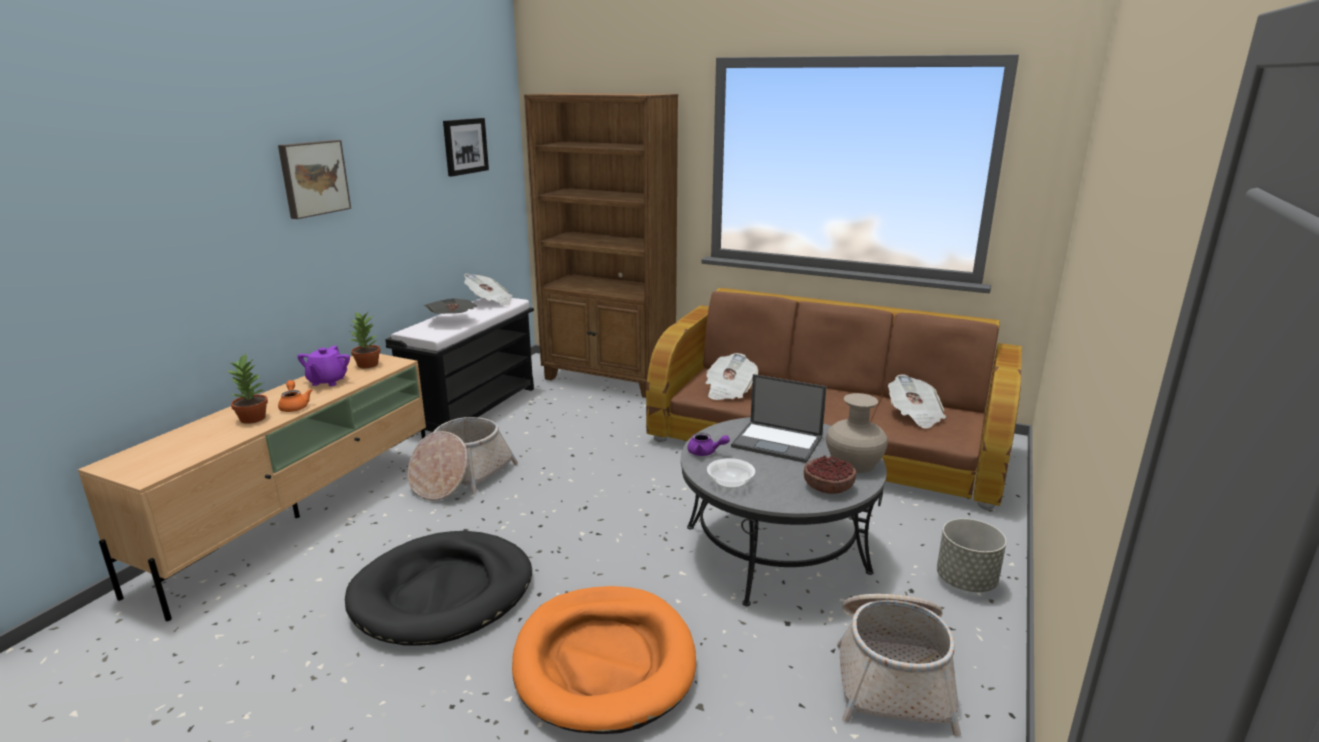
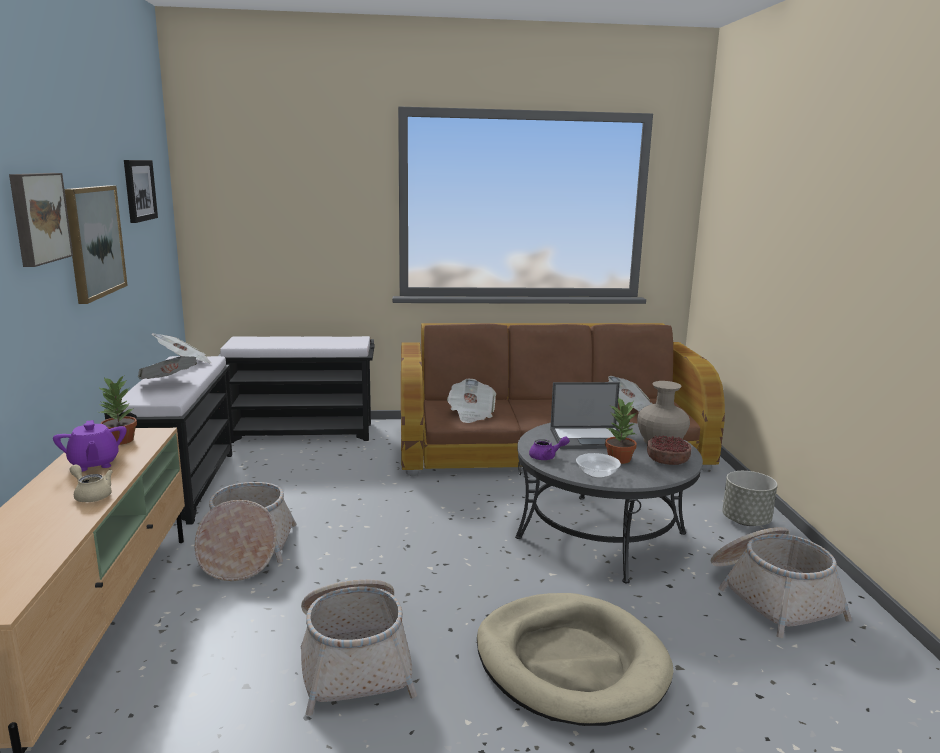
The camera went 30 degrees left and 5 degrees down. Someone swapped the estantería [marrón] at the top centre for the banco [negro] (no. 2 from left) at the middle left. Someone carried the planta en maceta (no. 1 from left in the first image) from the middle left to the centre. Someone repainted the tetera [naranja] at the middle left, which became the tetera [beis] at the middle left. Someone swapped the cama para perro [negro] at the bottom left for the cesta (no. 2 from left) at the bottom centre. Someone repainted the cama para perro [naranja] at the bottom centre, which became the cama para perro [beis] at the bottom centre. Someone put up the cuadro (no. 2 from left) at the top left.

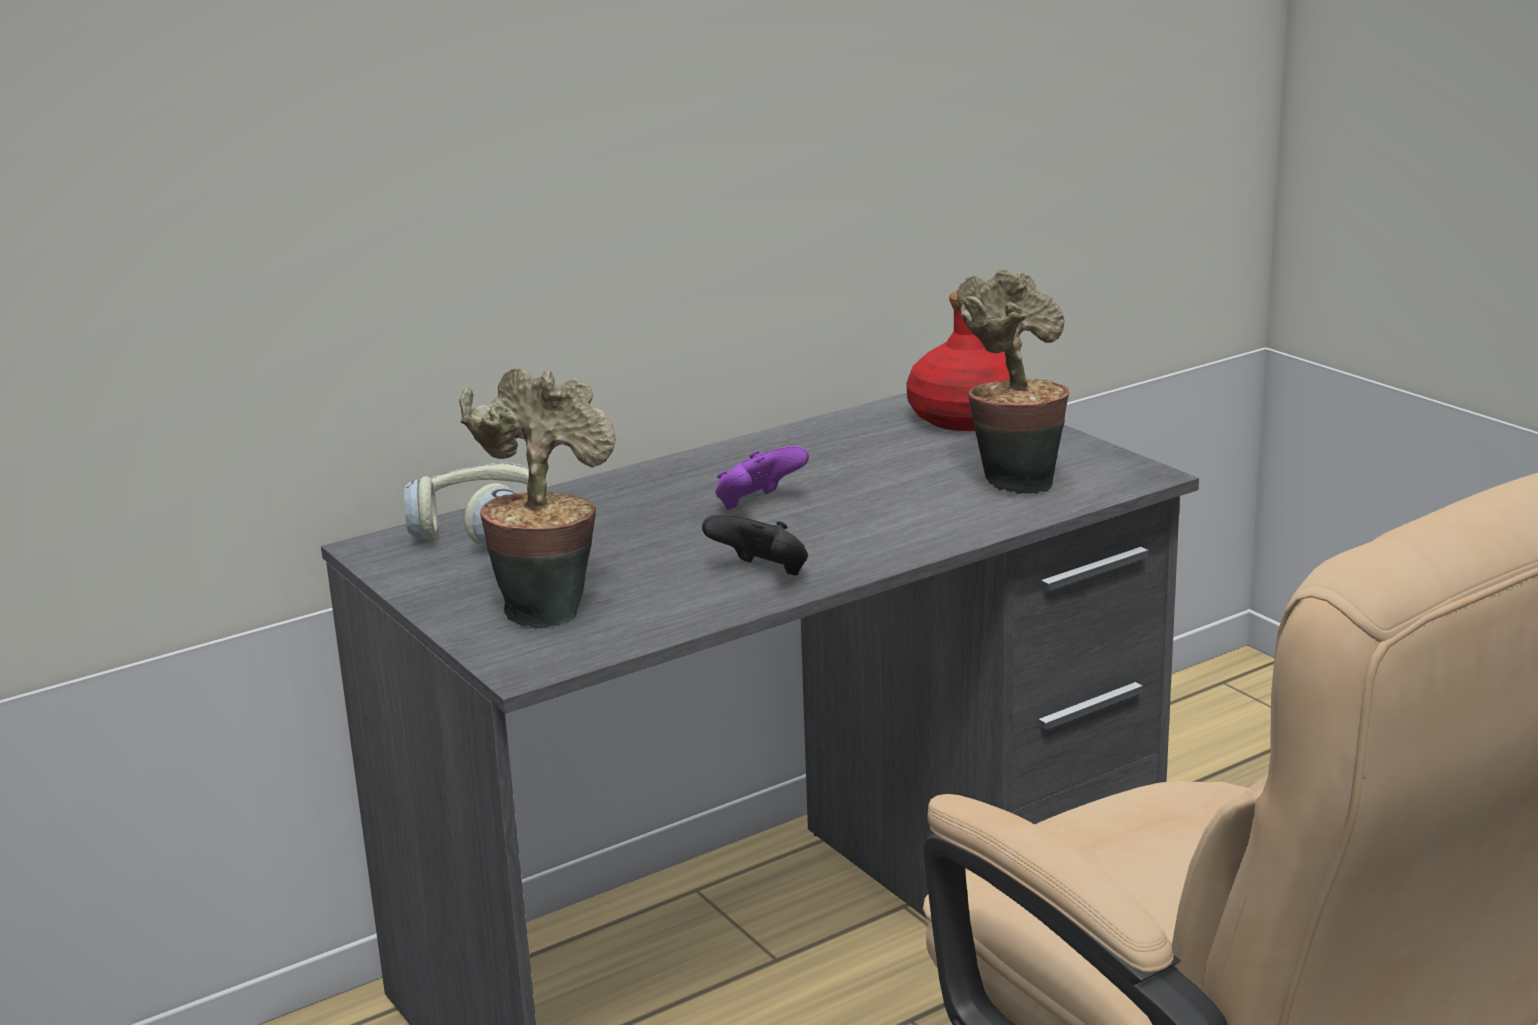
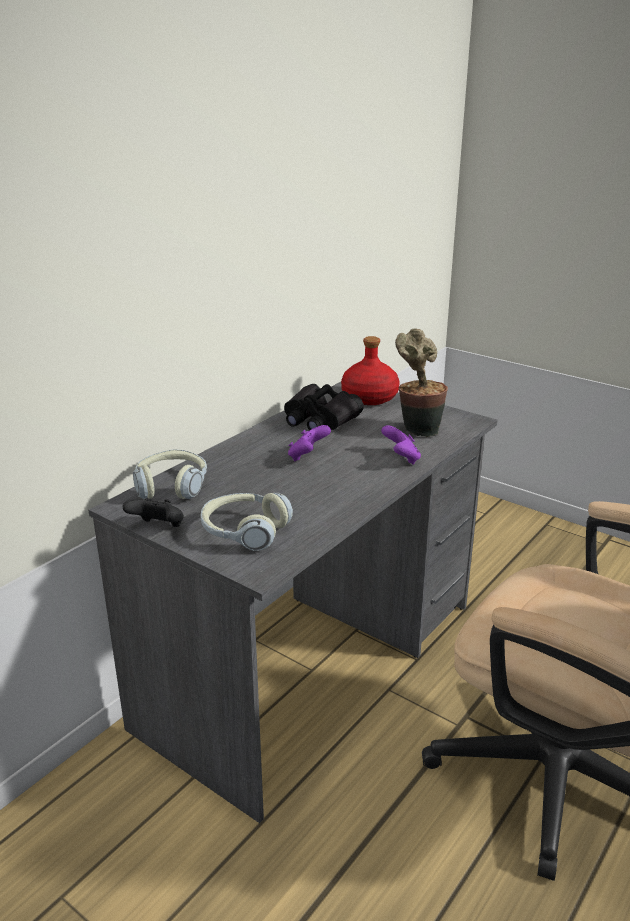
The camera went 20 degrees left and 5 degrees up. Someone swapped the planta en maceta (no. 1 from left) at the centre for the auriculares (no. 2 from left) at the centre. Someone carried the mando de consola [negro] from the centre to the middle left. Someone put down the prismáticos [negro] at the centre. Someone put down the mando de consola [morado] (no. 2 from left) at the centre.

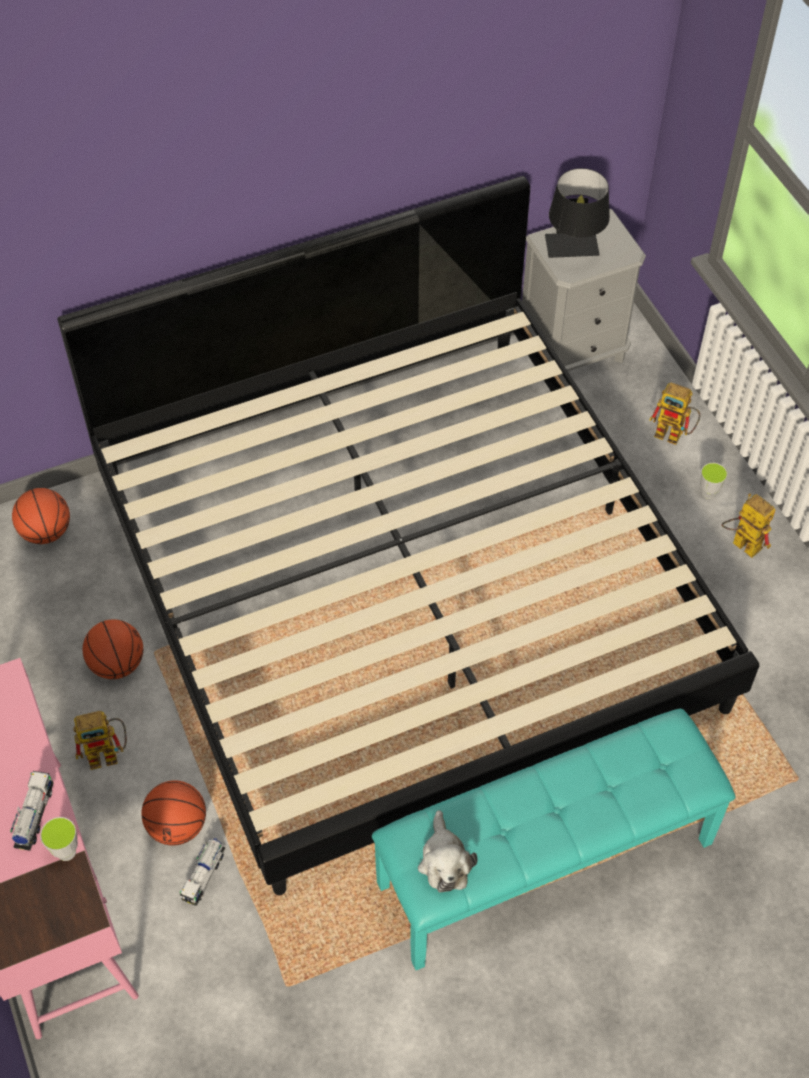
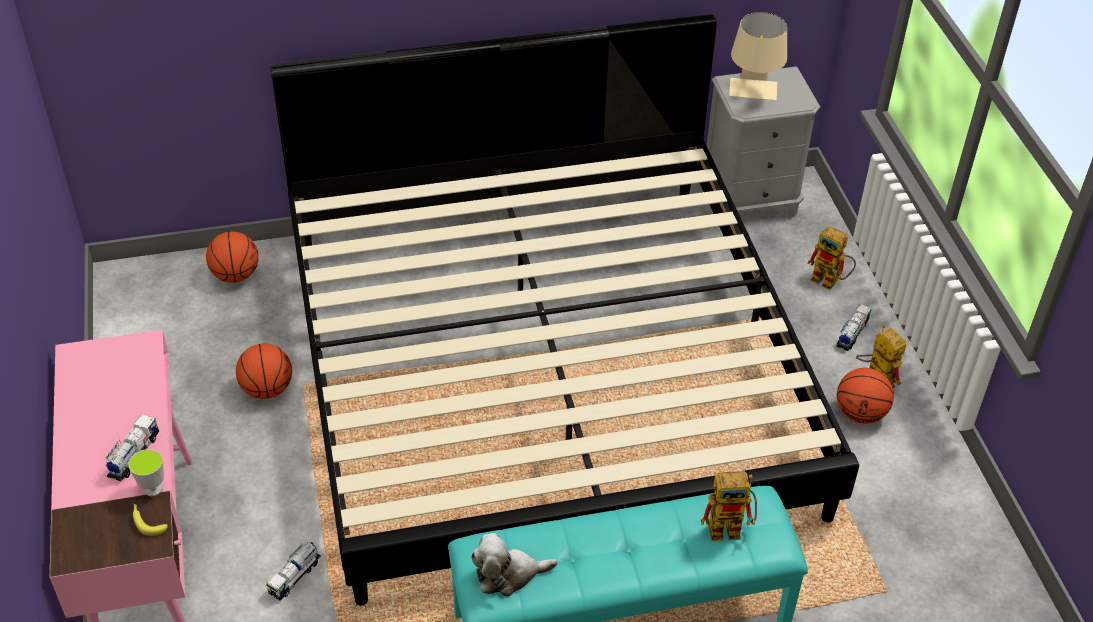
The camera went 10 degrees right and 10 degrees down. Someone repainted the lámpara de mesa [negro] at the top right, which became the lámpara de mesa [beis] at the top right. Someone swapped the taza (no. 2 from left) at the middle right for the camión de juguete (no. 3 from left) at the middle right. Someone carried the robot de juguete (no. 1 from left) from the bottom left to the bottom right. Someone carried the balón de baloncesto (no. 3 from left) from the bottom left to the middle right. Someone rotated the peluche at the bottom centre by 75 degrees clockwise. Someone put down the plátano at the bottom left.

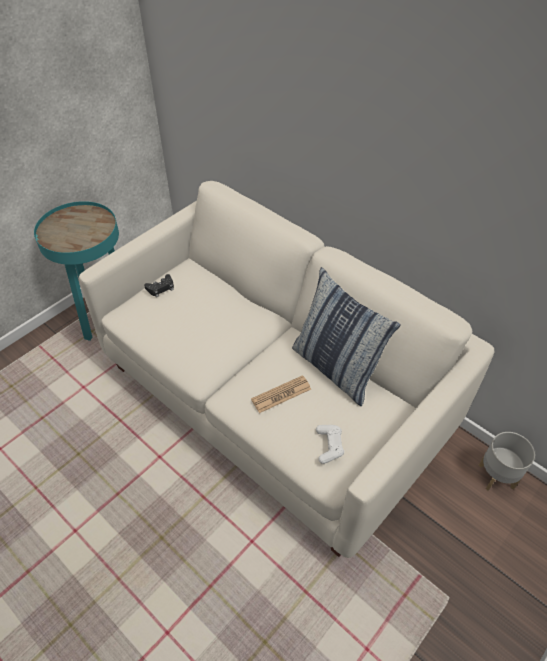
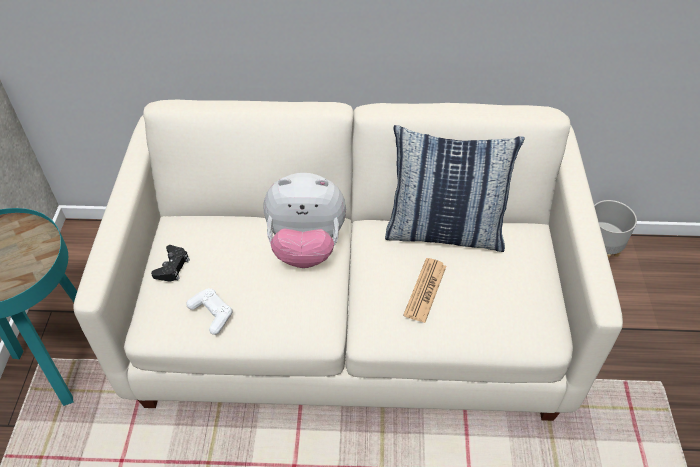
The camera went 40 degrees left and 0 degrees up. Someone carried the mando de consola [blanco] from the bottom centre to the middle left. Someone put down the peluche at the centre.

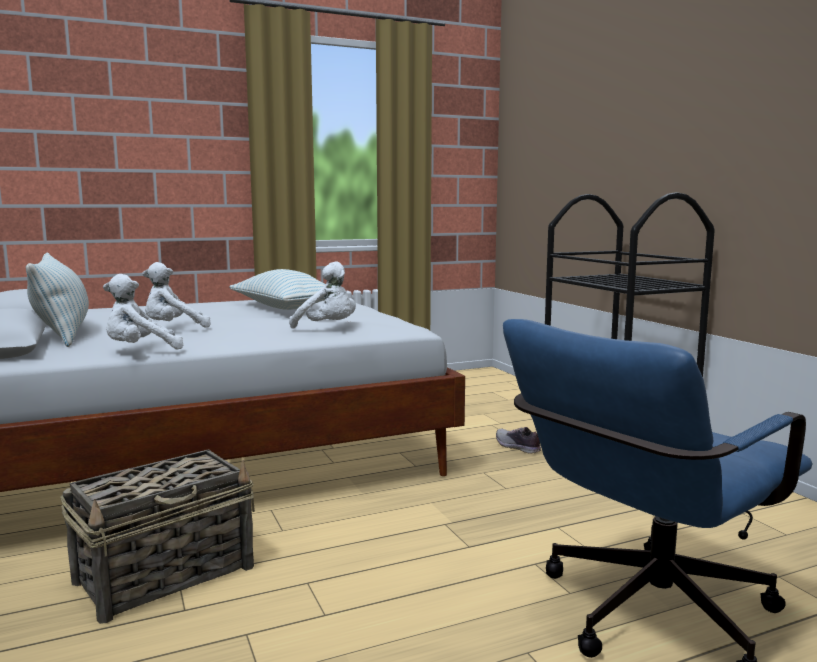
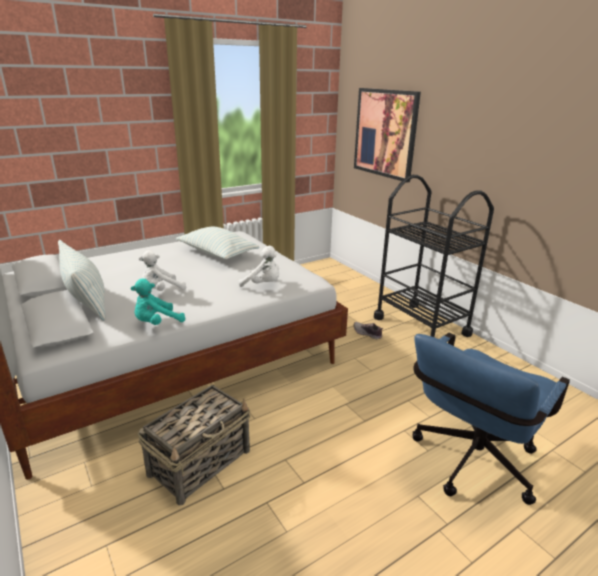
The camera went 10 degrees left and 15 degrees up. Someone repainted the peluche [blanco] (no. 1 from left) at the middle left, which became the peluche [turquesa] at the middle left. Someone put up the cuadro at the top centre.

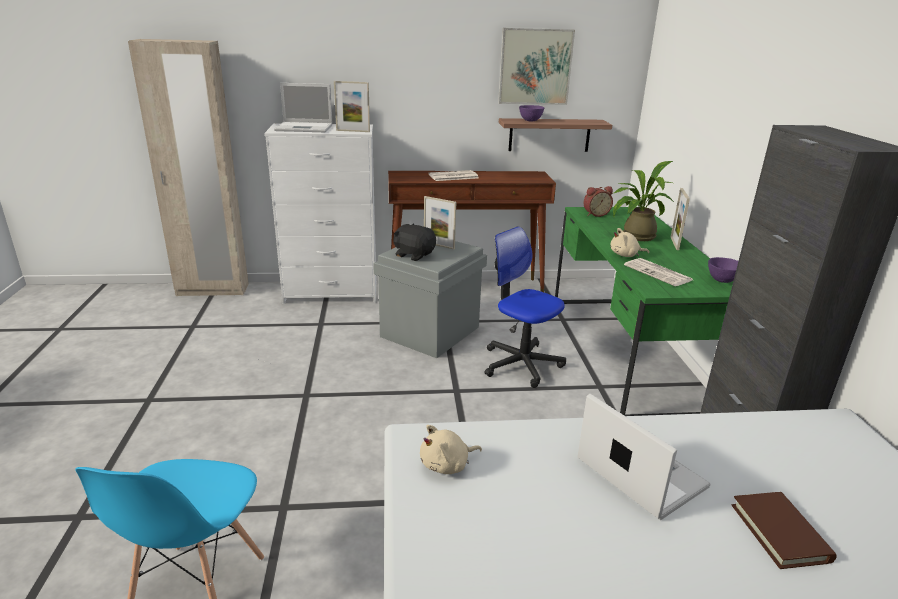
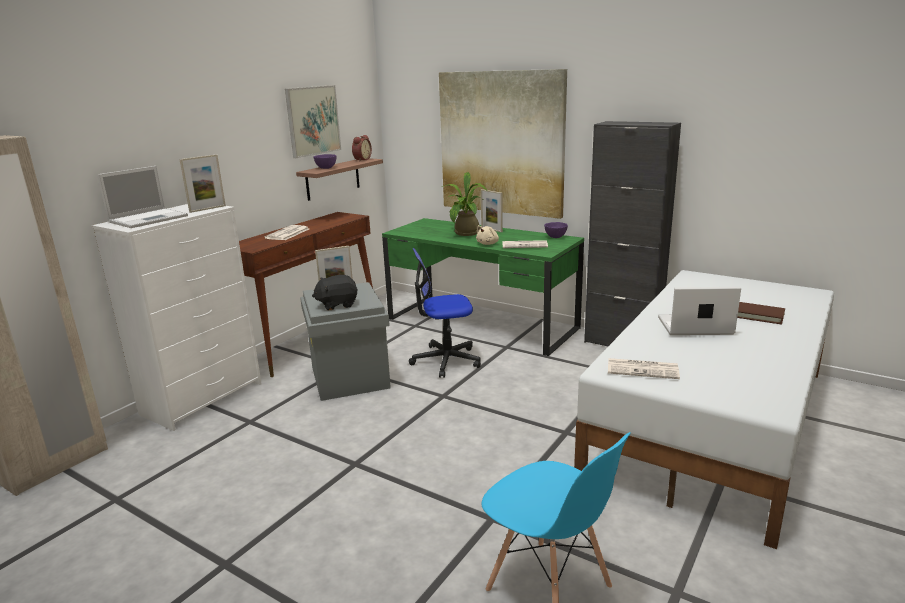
The camera went 50 degrees left and 5 degrees down. Someone carried the despertador from the centre to the top centre. Someone swapped the peluche [beis] (no. 1 from left) at the bottom centre for the periódico (no. 3 from left) at the middle right. Someone put up the cuadro (no. 2 from left) at the top centre.

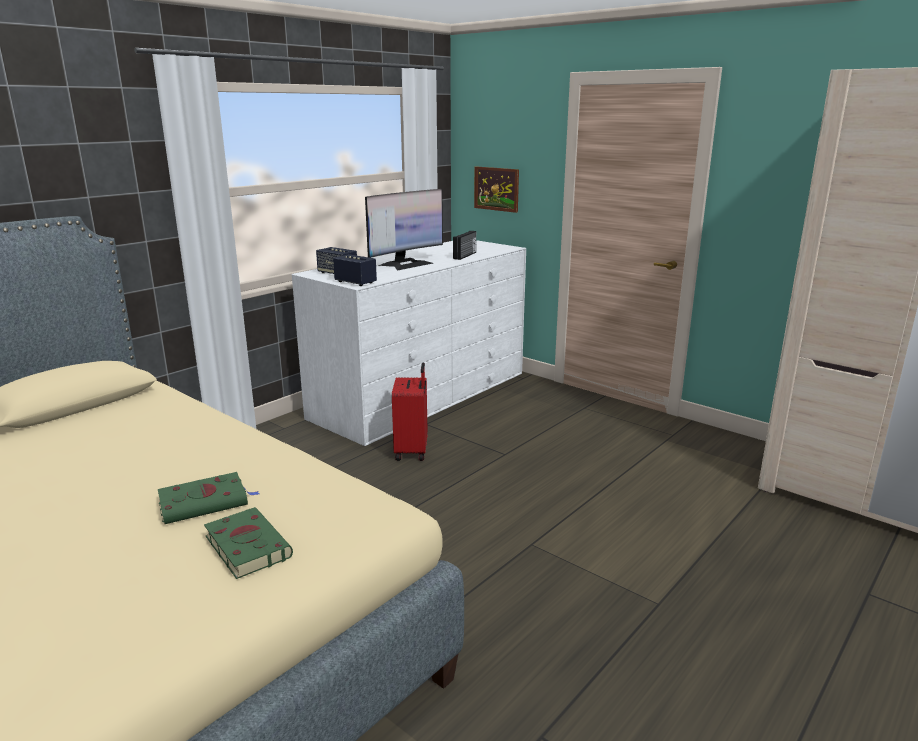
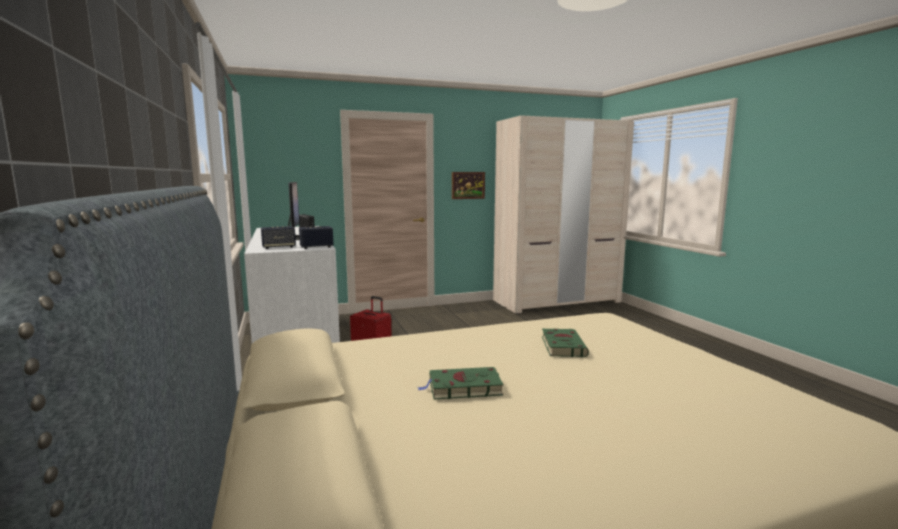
The camera went 60 degrees left and 10 degrees down. Someone carried the cuadro from the top centre to the centre. Someone carried the libro [verde] (no. 2 from left in the first image) from the bottom left to the bottom centre.

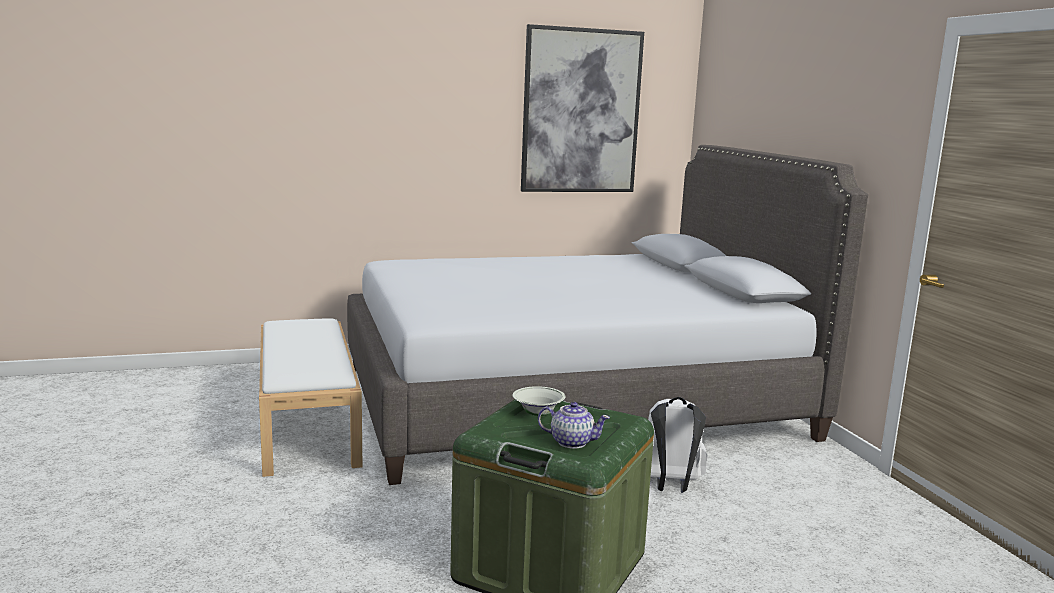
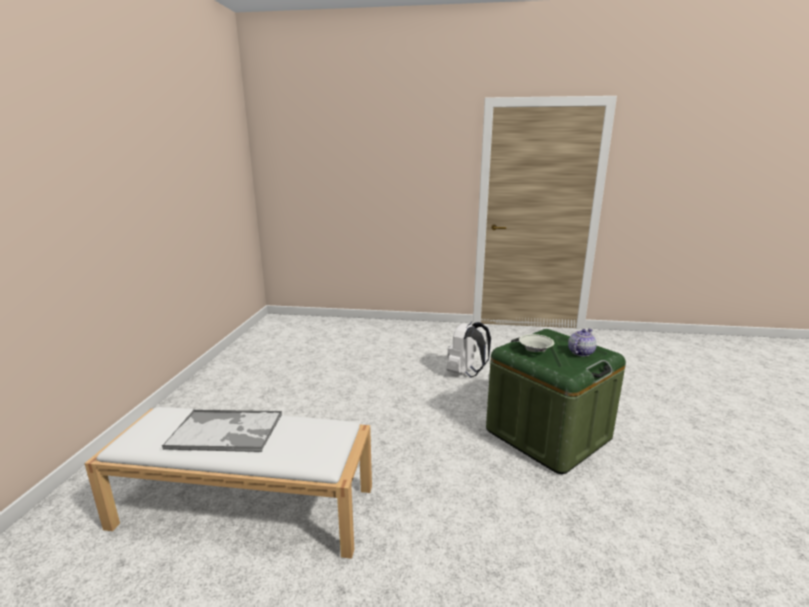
The camera went 65 degrees left and 5 degrees up. Someone took away the cuadro at the top centre. Someone took away the cama [gris] at the centre. Someone put down the bandeja at the bottom left.

